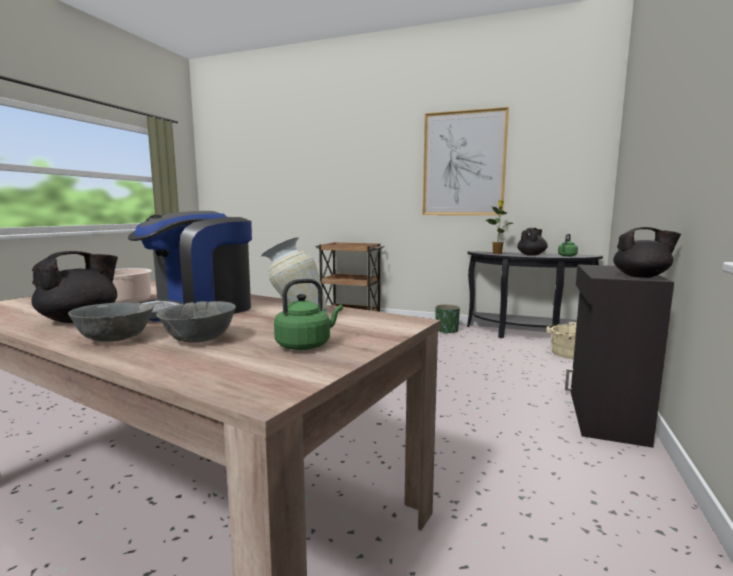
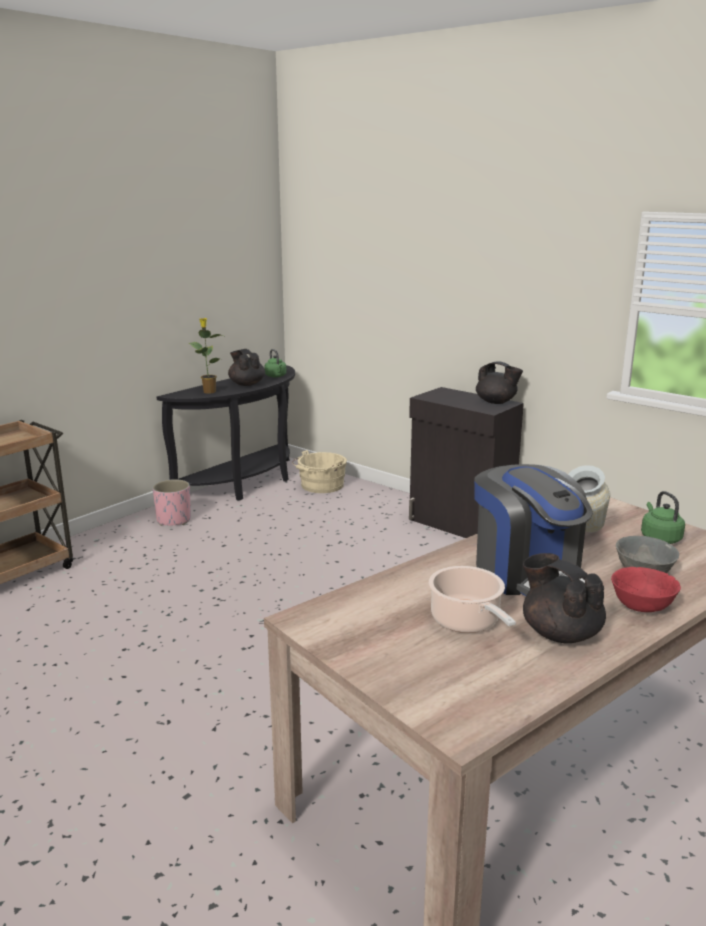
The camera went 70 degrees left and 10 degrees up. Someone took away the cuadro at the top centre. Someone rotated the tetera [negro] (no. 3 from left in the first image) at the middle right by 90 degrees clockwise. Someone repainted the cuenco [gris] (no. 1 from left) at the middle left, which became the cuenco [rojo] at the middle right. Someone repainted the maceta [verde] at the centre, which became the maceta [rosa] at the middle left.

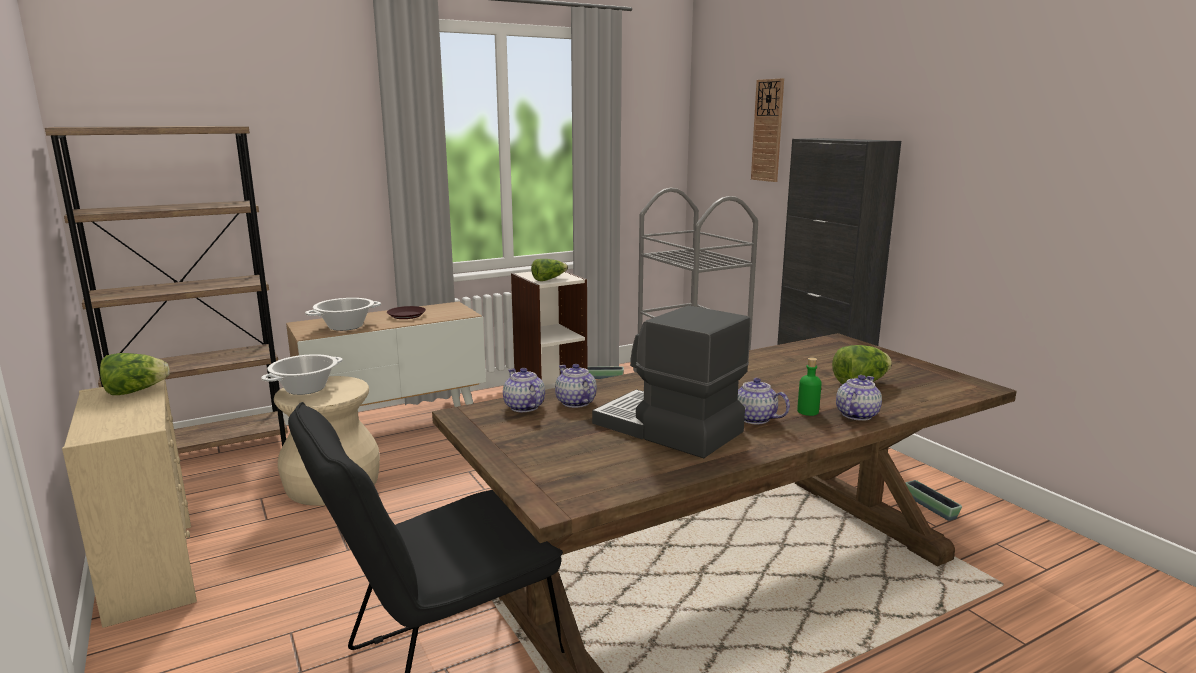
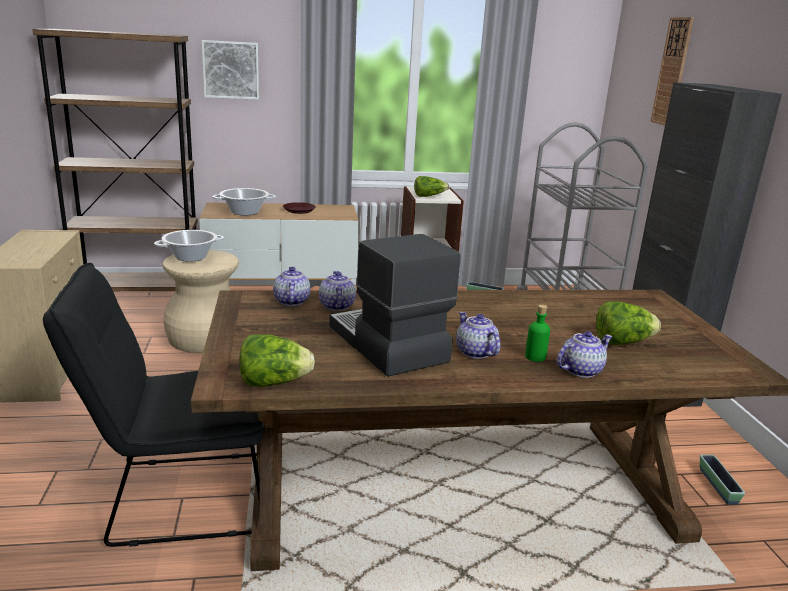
The camera went 20 degrees right and 5 degrees up. Someone carried the lechuga (no. 1 from left) from the middle left to the centre. Someone put up the cuadro at the top left.

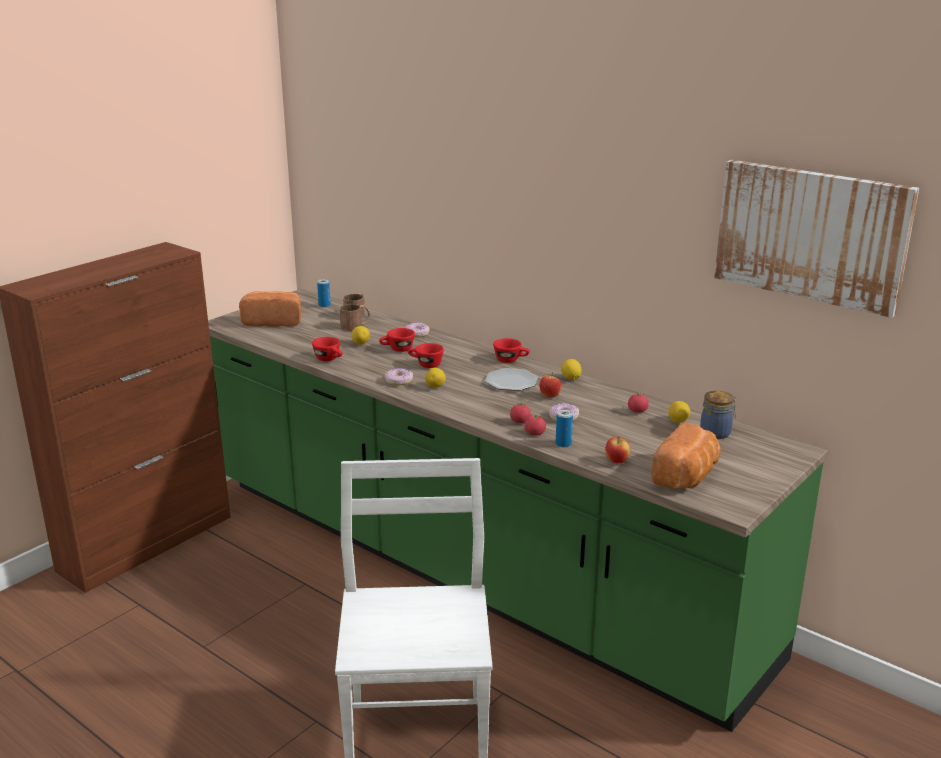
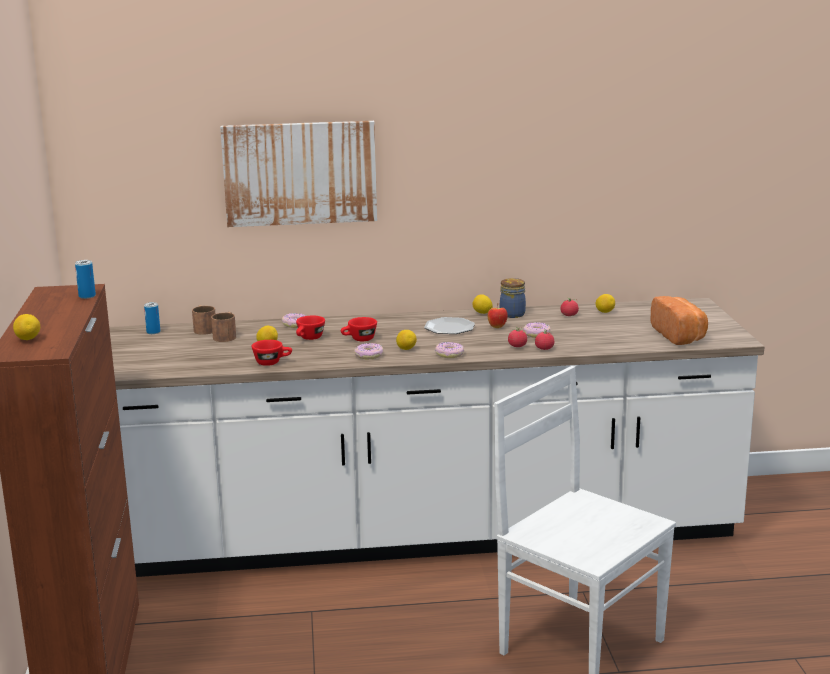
The camera went 45 degrees left and 5 degrees down. Someone carried the cuadro from the top right to the top centre. Someone repainted the mueble bajo de cocina [verde] at the bottom centre, which became the mueble bajo de cocina [blanco] at the centre. Someone took away the pan (no. 1 from left) at the middle left. Someone took away the taza [rojo] (no. 4 from left) at the centre. Someone carried the tarro from the middle right to the centre. Someone carried the lata (no. 2 from left in the first image) from the centre to the middle left. Someone took away the manzana (no. 2 from left) at the centre. Someone put down the limón (no. 1 from left) at the middle left. Someone put down the rosquilla (no. 3 from left) at the centre.

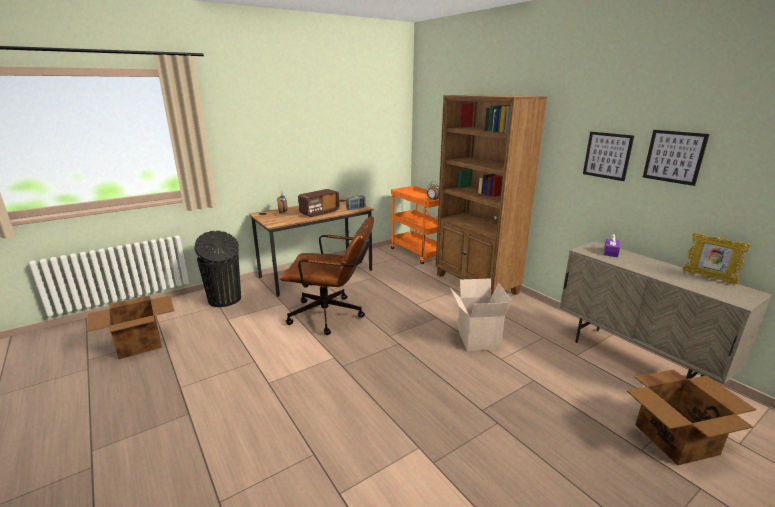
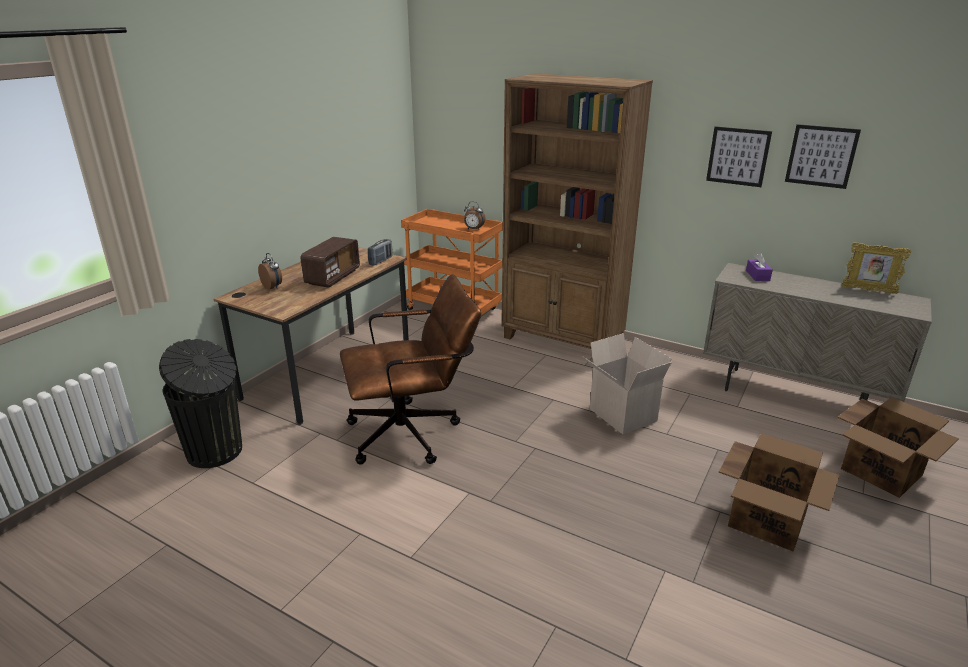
The camera went 25 degrees left and 5 degrees up. Someone carried the caja de cartón (no. 1 from left in the first image) from the middle left to the bottom right.

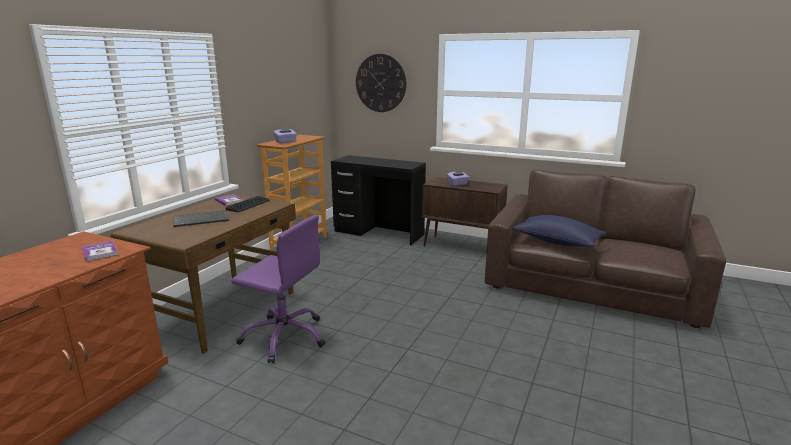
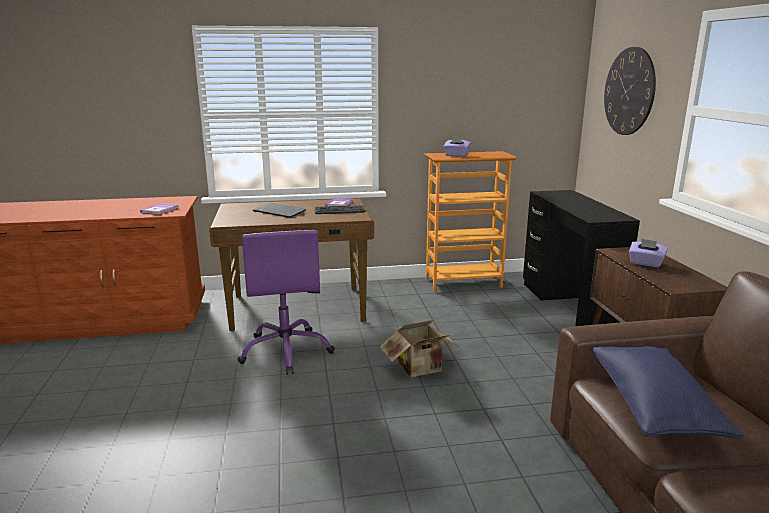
The camera went 55 degrees right and 0 degrees up. Someone put down the caja de cartón at the bottom centre.

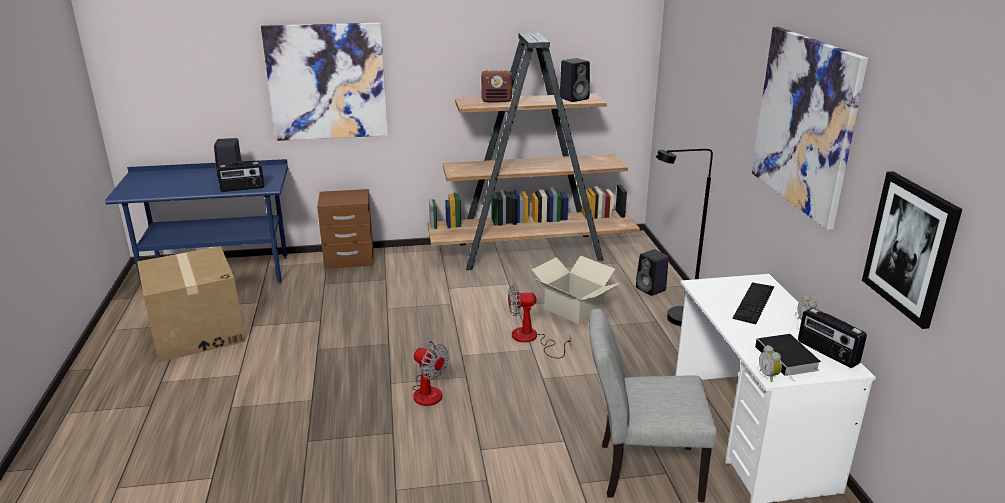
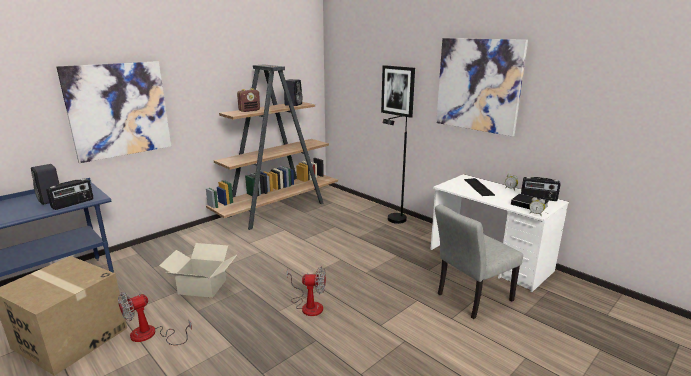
The camera went 35 degrees left and 5 degrees down. Someone carried the cuadro (no. 3 from left in the first image) from the middle right to the top centre. Someone took away the mesita de noche [marrón] at the centre. Someone took away the altavoz [negro] (no. 3 from left) at the centre. Someone carried the caja de cartón (no. 2 from left) from the centre to the bottom left. Someone carried the ventilador (no. 2 from left in the first image) from the centre to the bottom left.

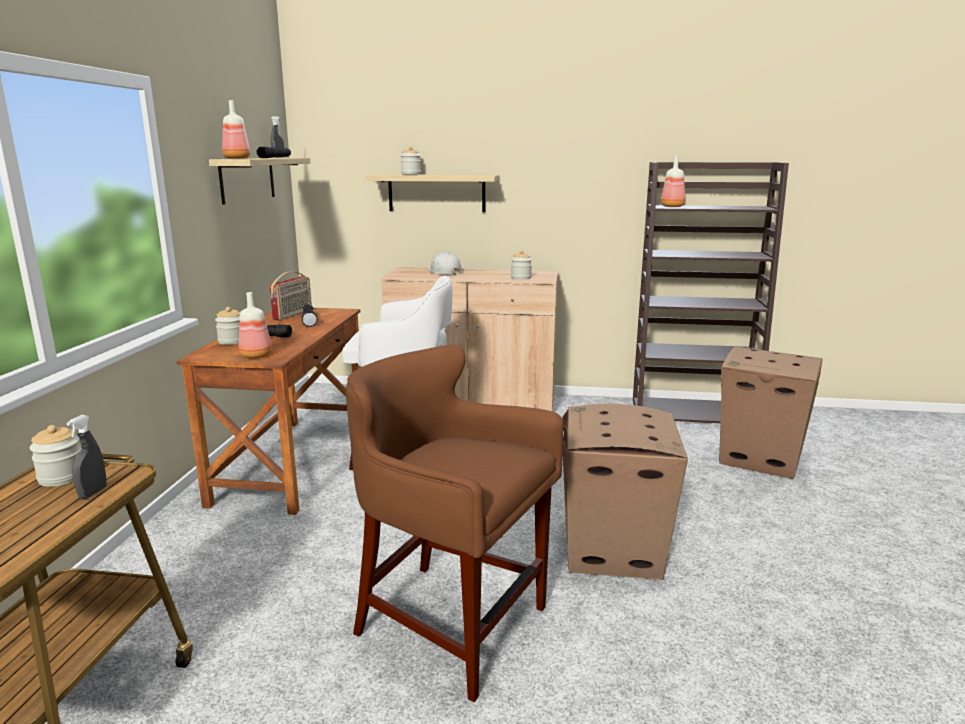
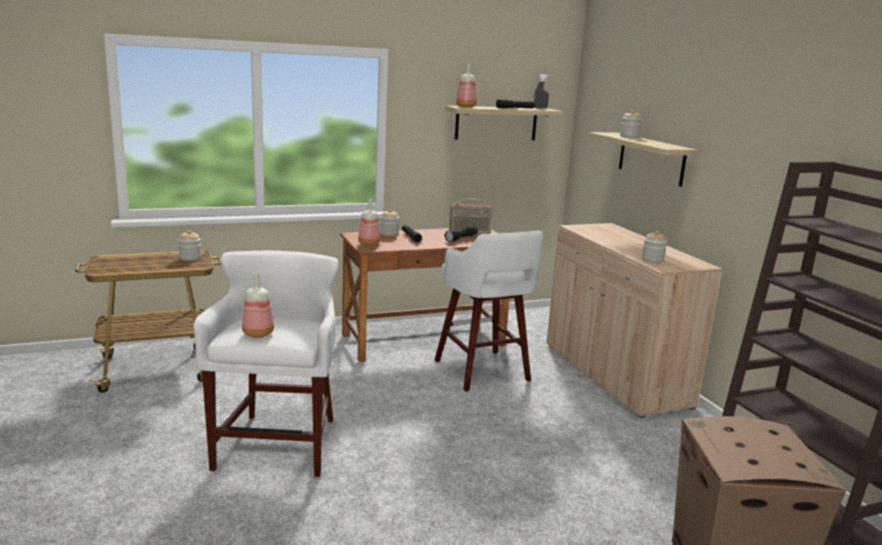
The camera went 60 degrees right and 0 degrees up. Someone carried the botella (no. 3 from left in the first image) from the top right to the middle left. Someone took away the casco [blanco] at the centre. Someone repainted the taburete [marrón] at the bottom centre, which became the taburete [blanco] (no. 1 from left) at the bottom left. Someone took away the caja de cartón (no. 1 from left) at the bottom centre. Someone took away the pulverizador [gris] (no. 1 from left) at the middle left.

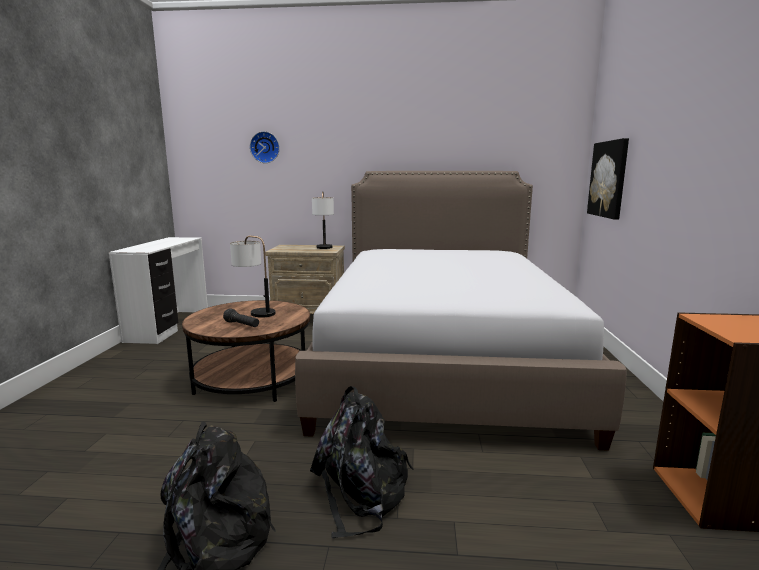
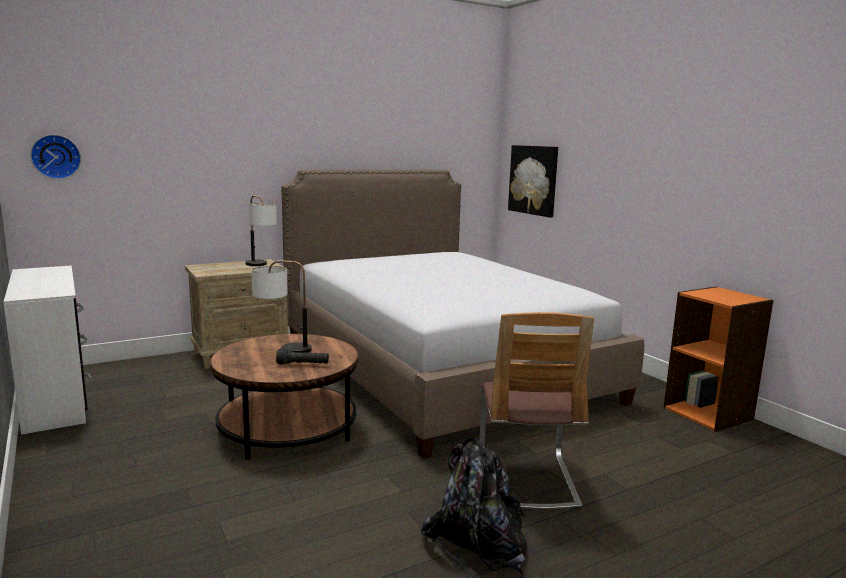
The camera went 35 degrees left and 0 degrees up. Someone carried the reloj de pared from the top centre to the top left. Someone swapped the mochila [negro] (no. 2 from left) at the bottom centre for the silla at the bottom centre.

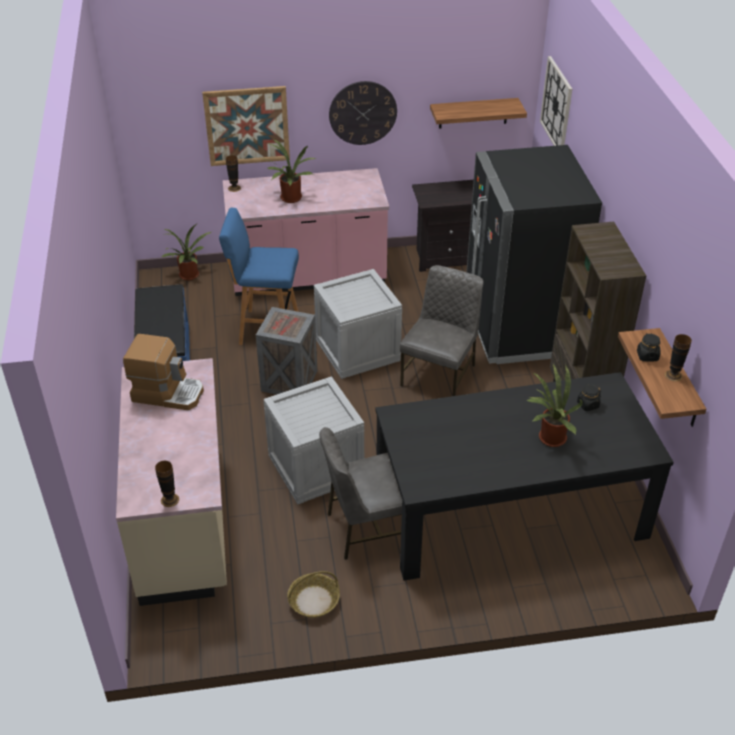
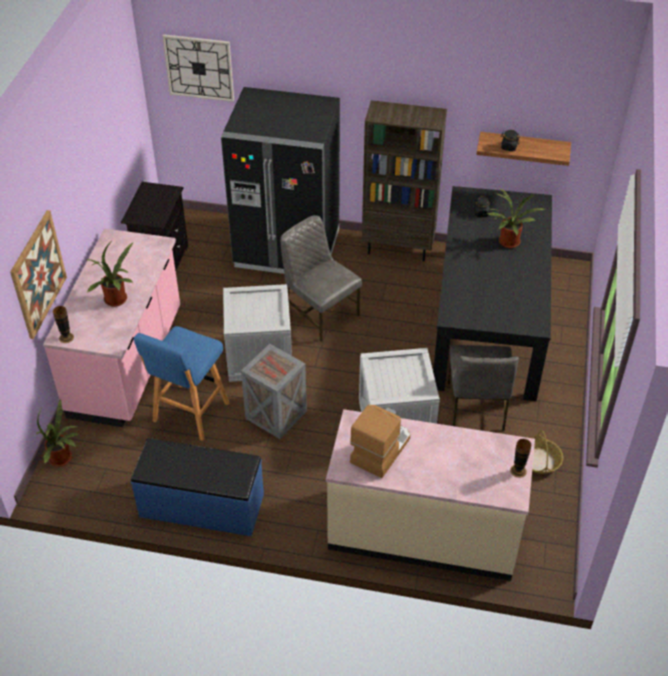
The camera went 70 degrees left and 5 degrees up. Someone took away the reloj de pared (no. 1 from left) at the top centre. Someone took away the estante (no. 1 from left) at the top centre. Someone took away the florero (no. 3 from left) at the middle right.

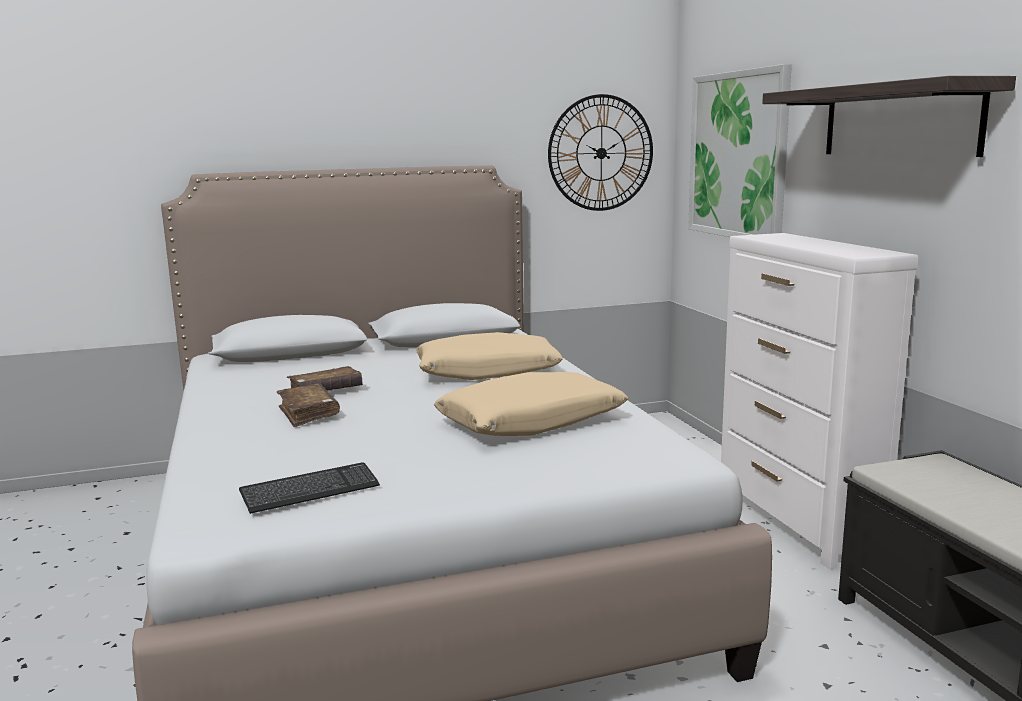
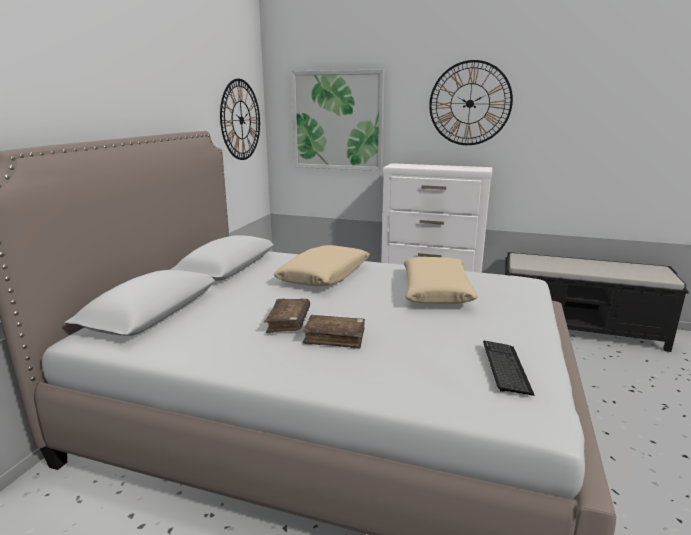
The camera went 55 degrees left and 5 degrees up. Someone swapped the estante at the top right for the reloj de pared (no. 2 from left) at the top right.

